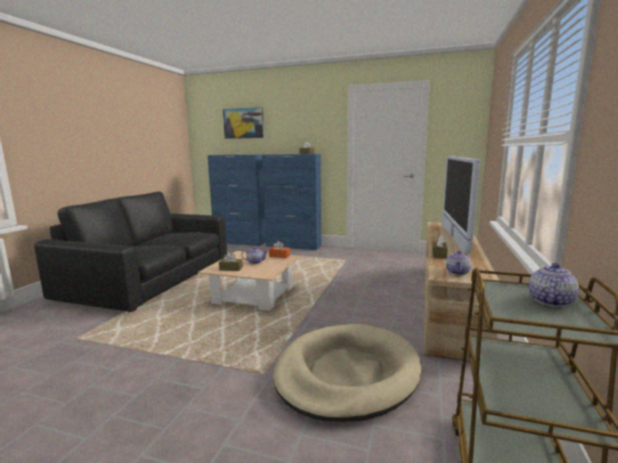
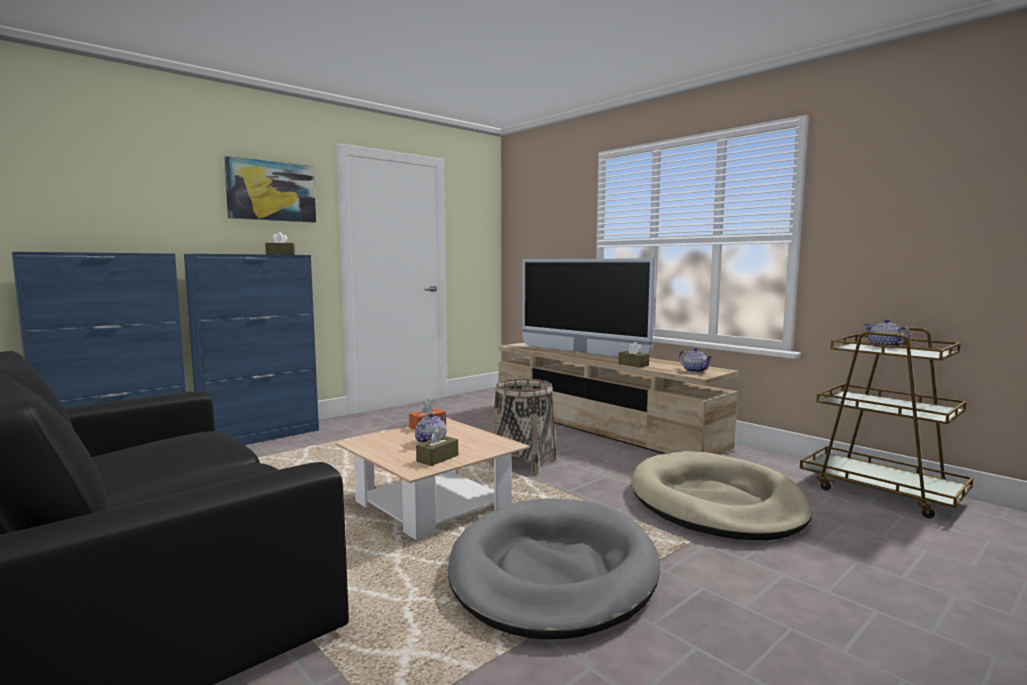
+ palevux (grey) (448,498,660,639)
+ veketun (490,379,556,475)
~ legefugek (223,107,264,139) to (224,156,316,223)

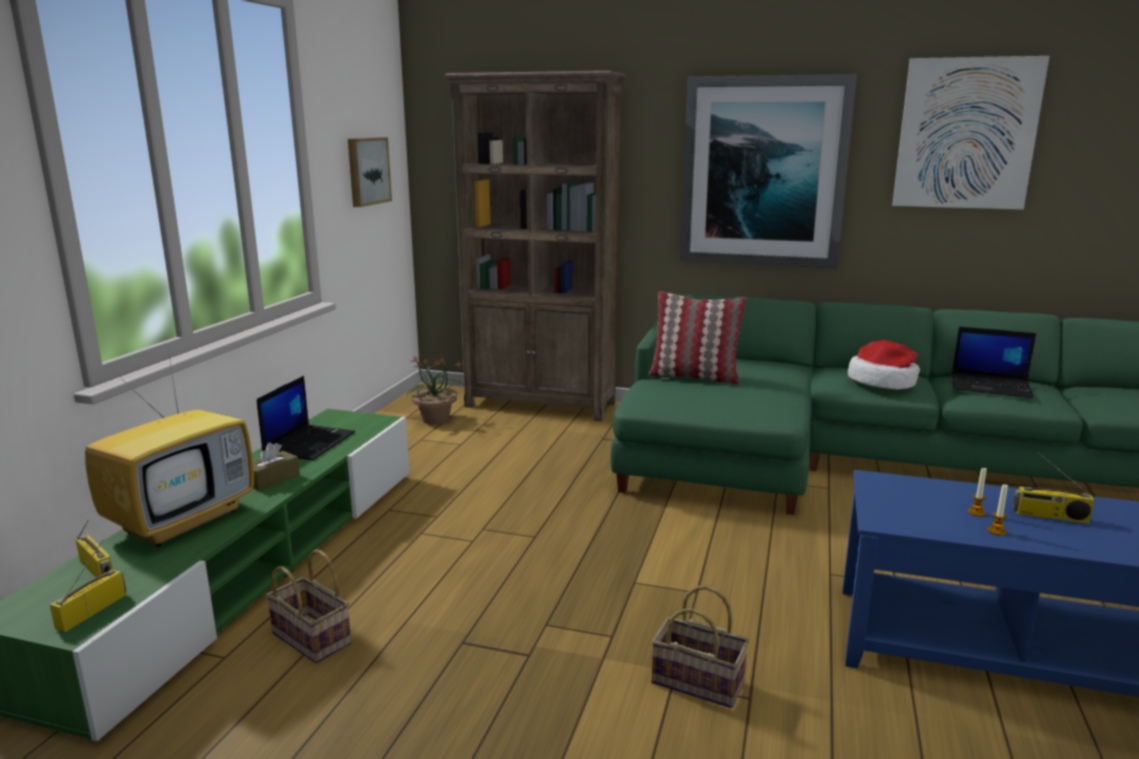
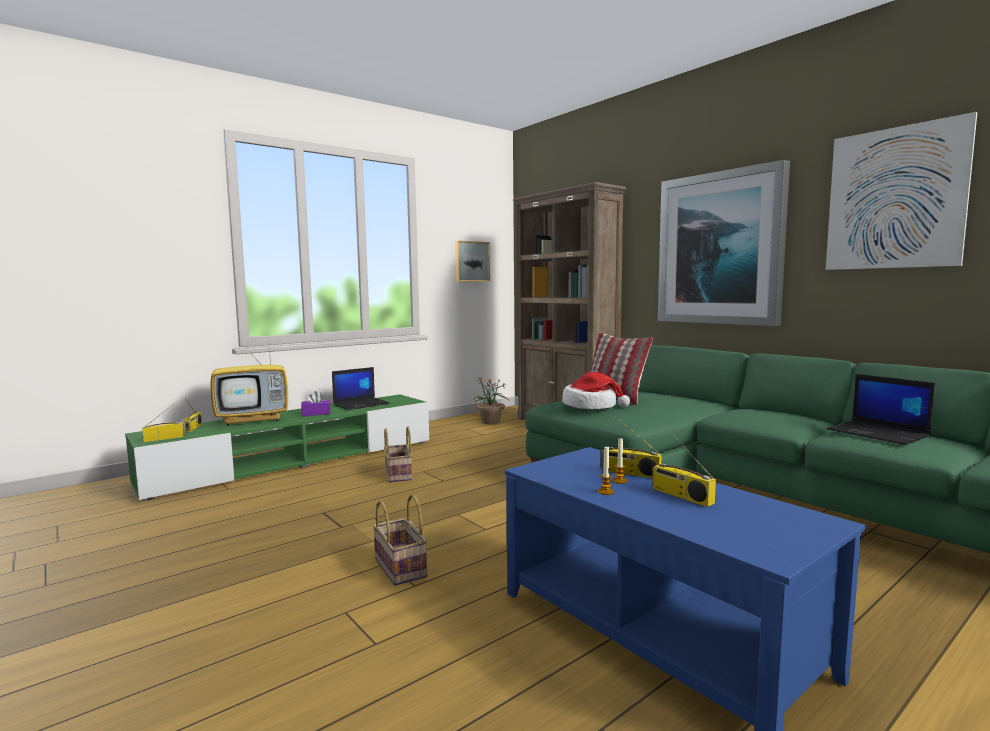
+ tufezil (601,416,661,478)
~ veketun (266,550,351,663) to (384,426,412,482)
~ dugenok (848,340,920,390) to (562,372,630,409)
~ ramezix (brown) (253,443,300,491) to ramezix (purple) (301,391,331,416)

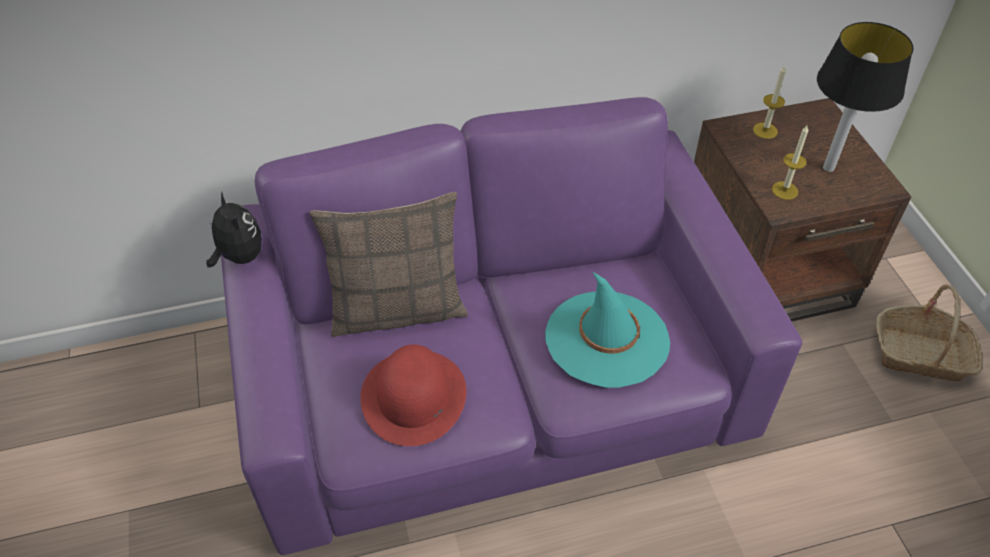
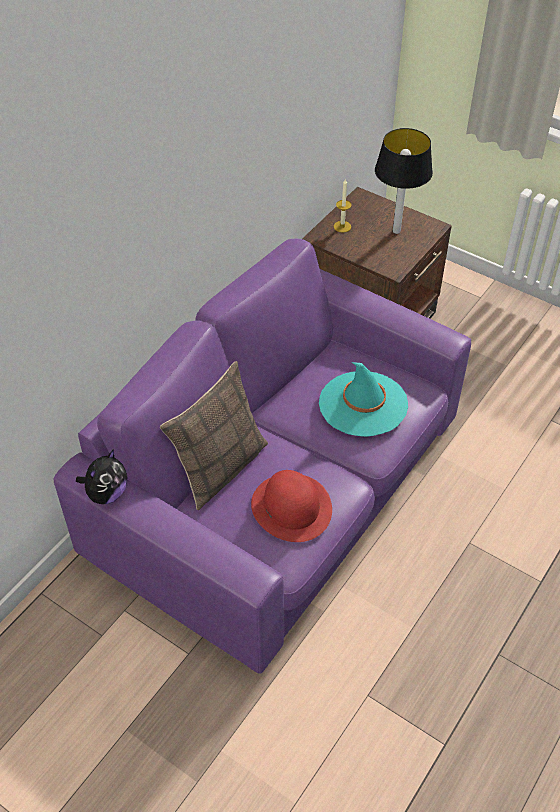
- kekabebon (772,124,808,200)
- veketun (876,284,982,381)
~ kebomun (206,193,263,267) = (76,449,127,504) 105 degrees clockwise

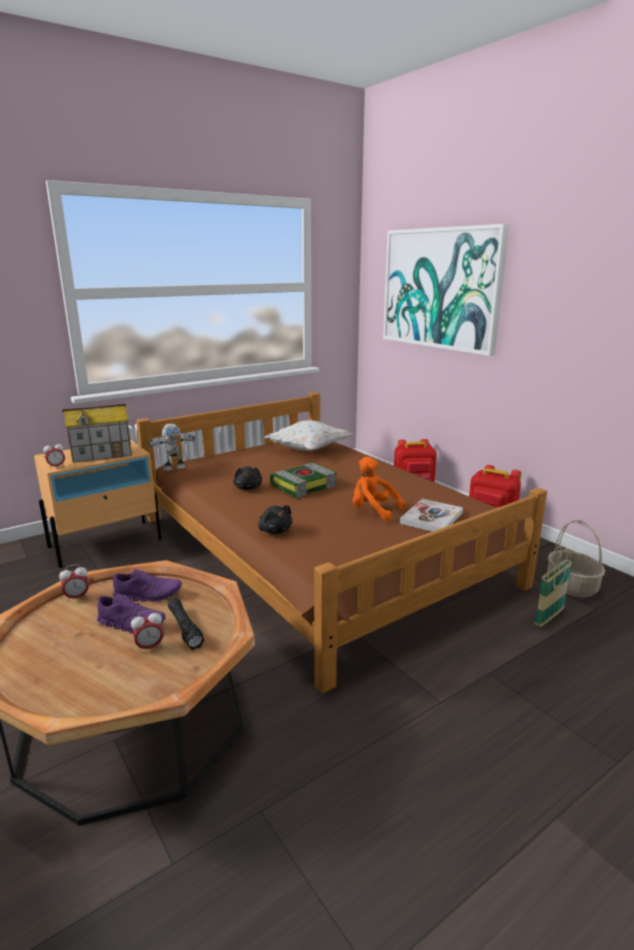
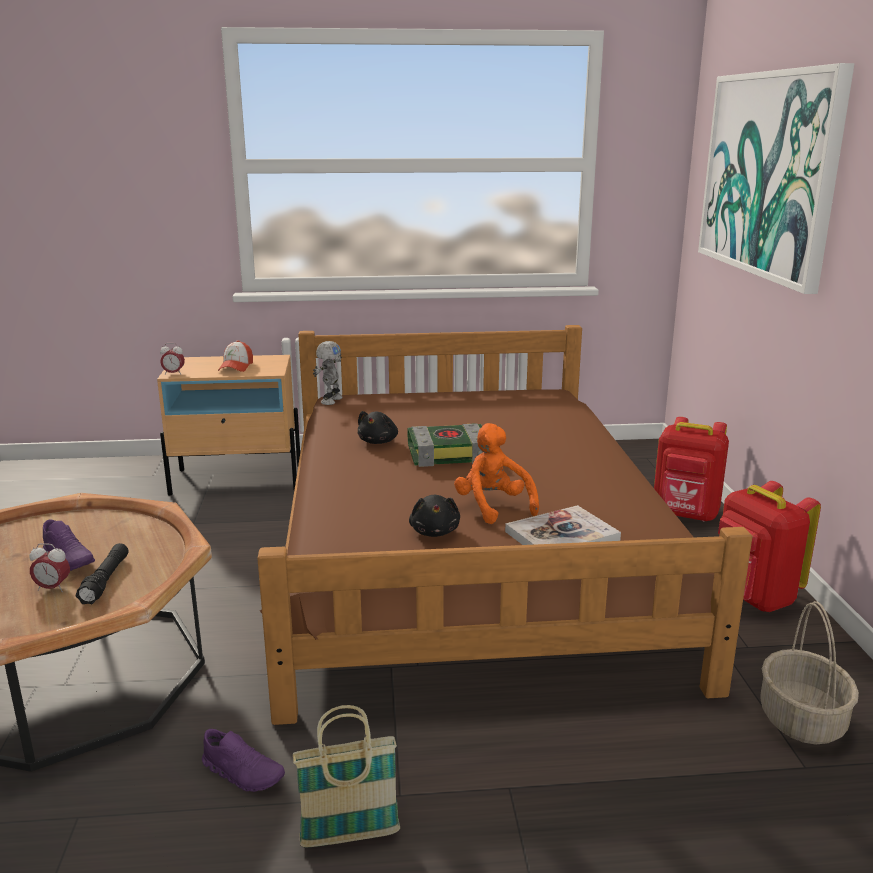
- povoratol (59,564,89,602)
- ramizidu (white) (264,420,352,451)
~ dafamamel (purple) (113,569,182,602) to (202,729,285,792)
~ kebomun (black) (258,505,293,534) to (409,495,460,537)
~ veketun (534,546,572,627) to (293,705,400,848)
~ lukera (62,404,132,463) to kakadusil (218,340,253,372)
~ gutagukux (147,423,195,471) = (313,341,343,405) 75 degrees counterclockwise

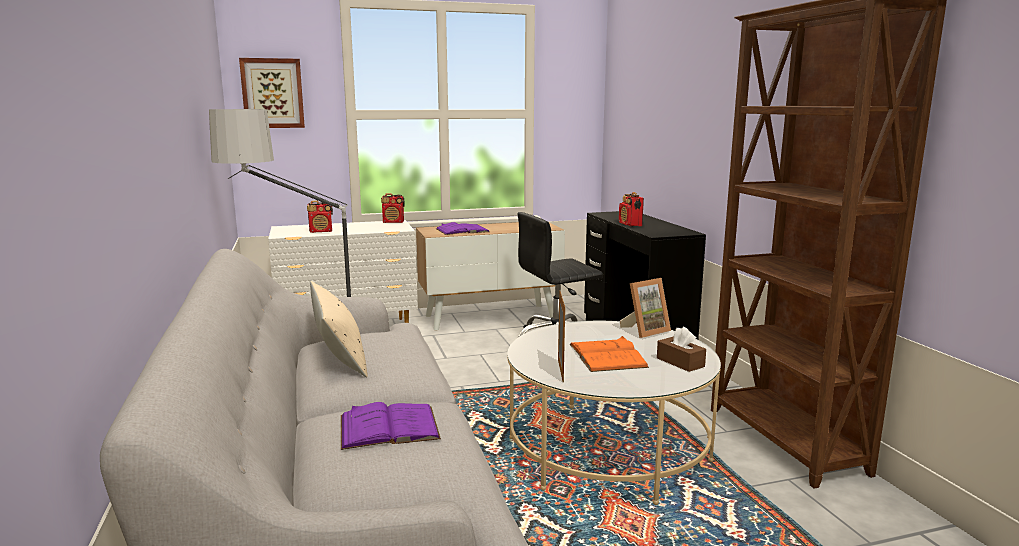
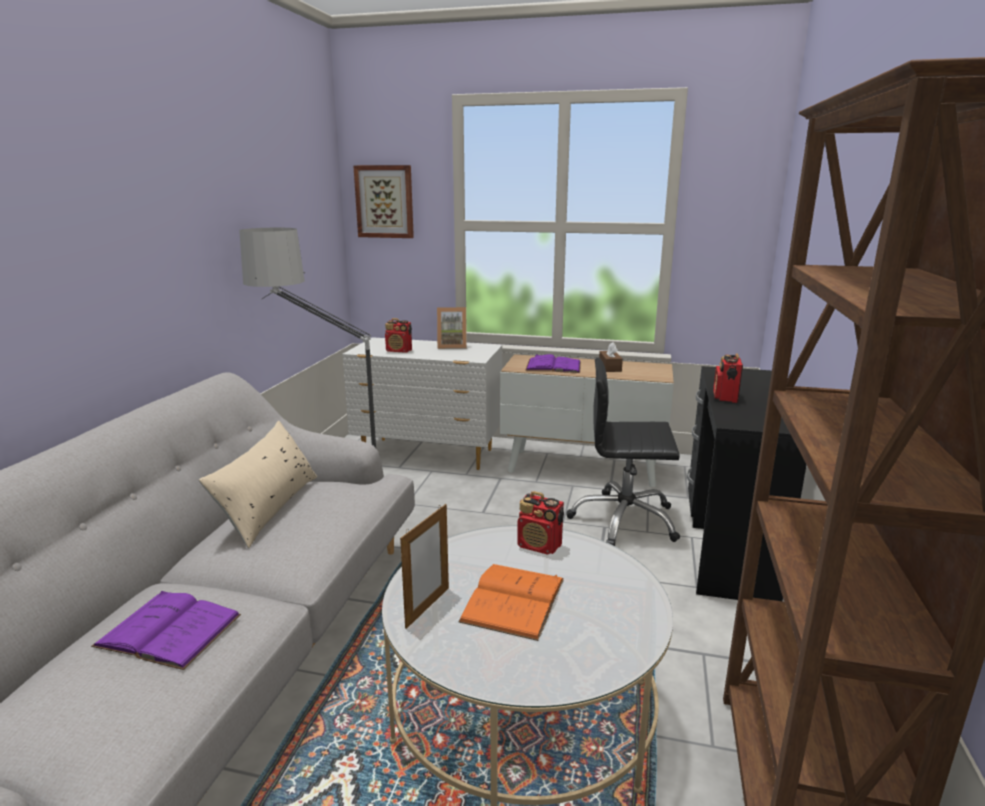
~ tufezil (381,193,405,223) to (517,491,564,555)
~ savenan (620,278,671,338) to (437,307,467,349)
~ ramezix (brown) (657,327,706,372) to (599,343,623,372)

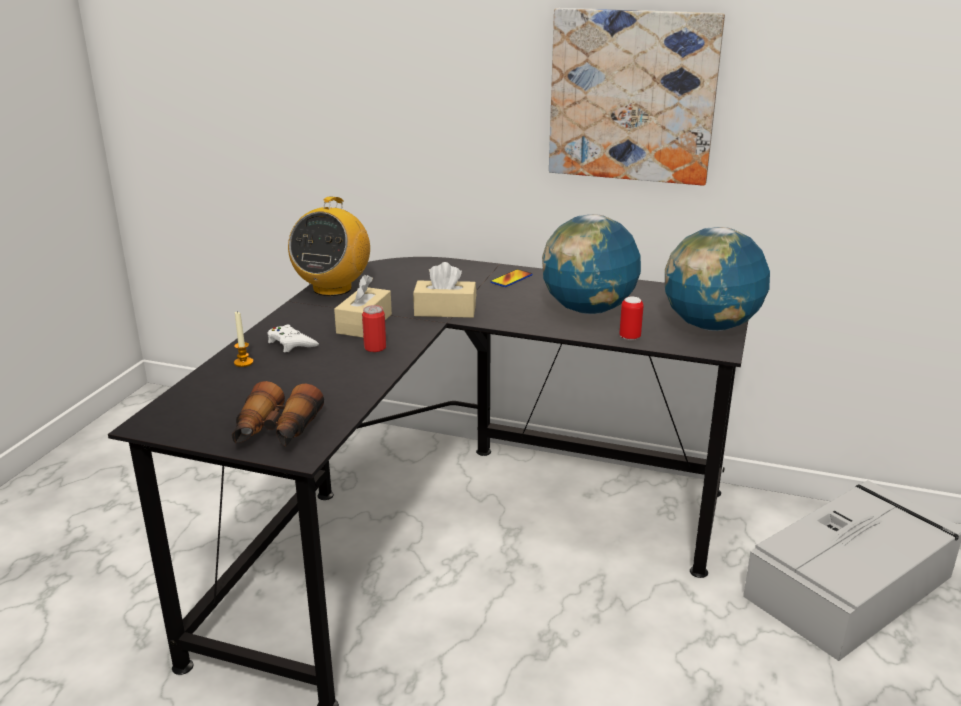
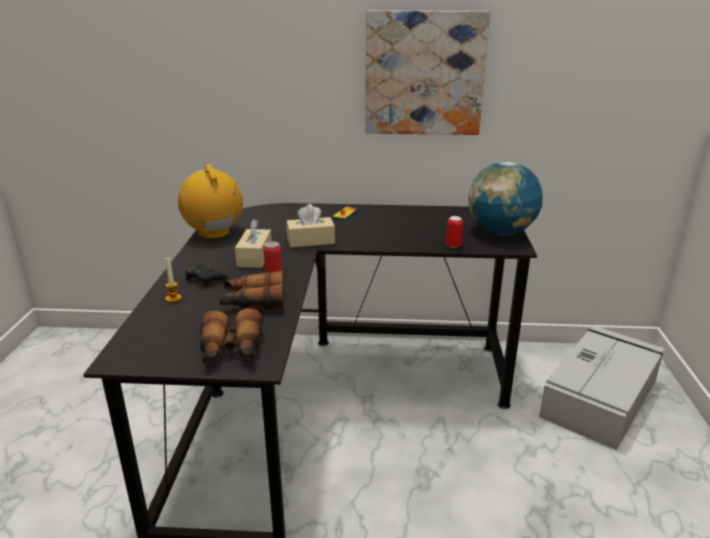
- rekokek (542,214,641,314)
+ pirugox (219,271,284,309)
~ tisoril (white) (267,325,319,352) to tisoril (black) (185,264,228,286)
~ tufezil (288,196,370,296) = (178,164,243,239) 150 degrees clockwise

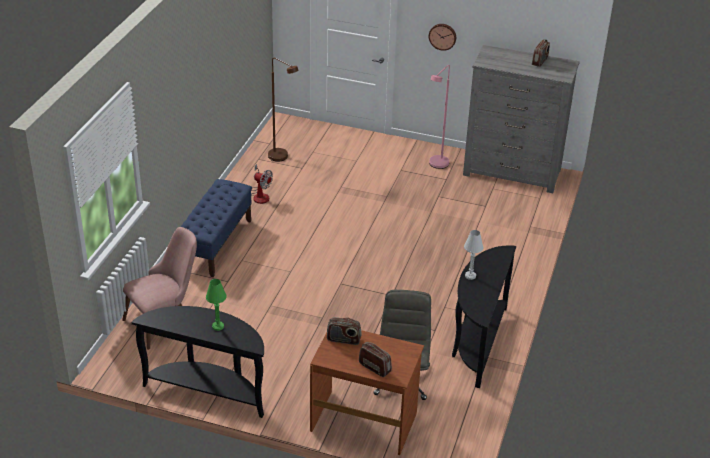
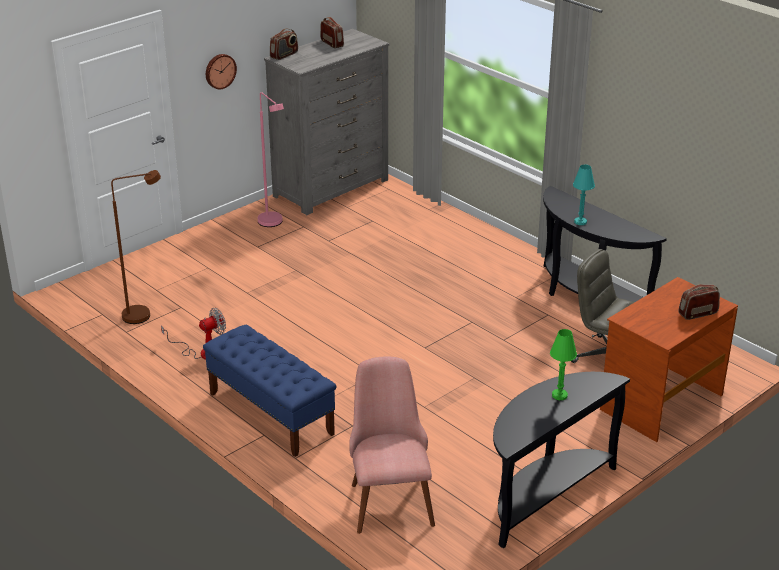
~ tufezil (327,317,361,345) to (270,29,298,60)
~ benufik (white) (464,230,483,280) to benufik (turquoise) (573,165,595,225)

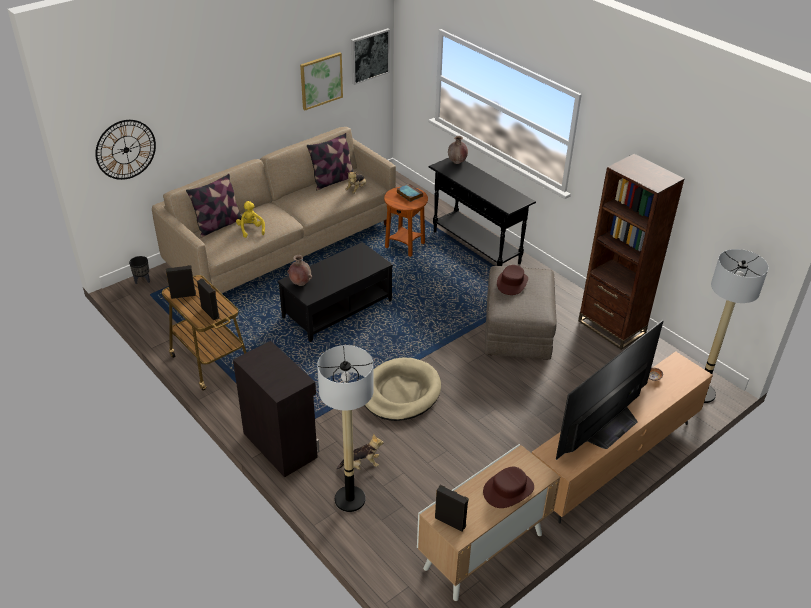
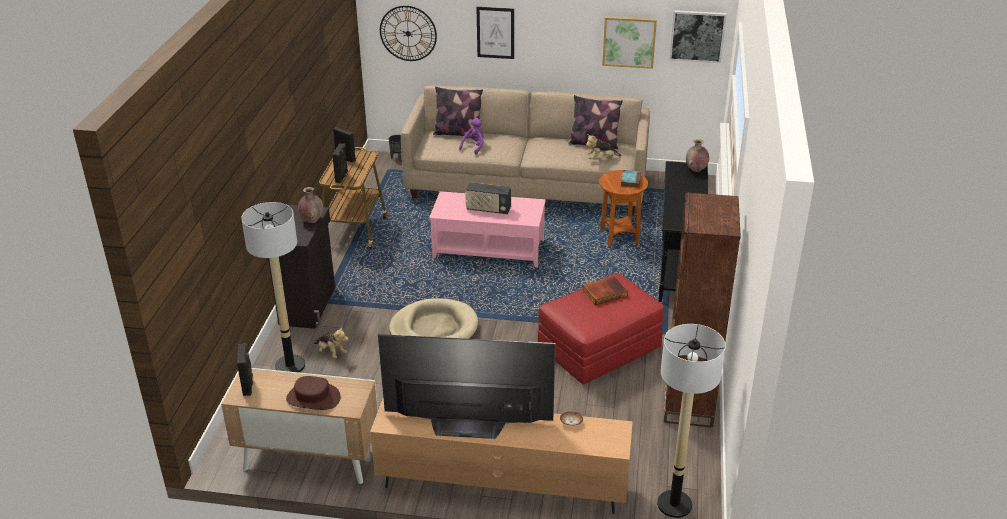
+ tufezil (465,182,511,214)
+ legefugek (476,7,514,59)
~ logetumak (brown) (287,255,312,286) to (298,187,323,223)
~ dugenok (brown) (497,265,528,295) to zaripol (582,276,628,305)
~ kebomun (yellow) (236,201,265,238) to kebomun (purple) (459,118,484,154)
~ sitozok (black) (277,242,393,342) to sitozok (pink) (429,191,546,267)
~ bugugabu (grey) (485,266,557,360) to bugugabu (red) (538,273,664,385)

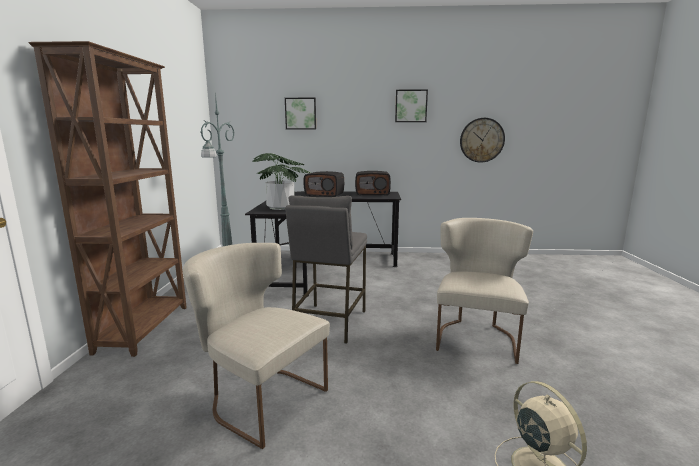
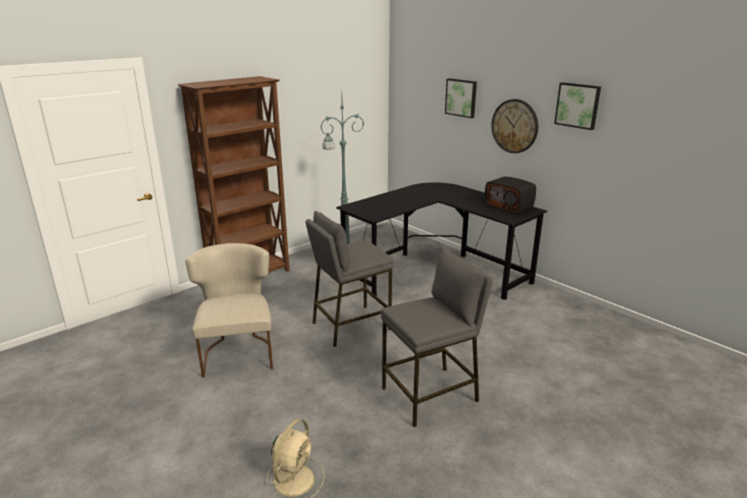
- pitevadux (252,153,312,210)
- tufezil (304,171,344,197)
~ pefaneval (460,118,505,163) to (491,99,538,153)
~ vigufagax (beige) (436,218,533,364) to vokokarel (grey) (381,247,493,427)

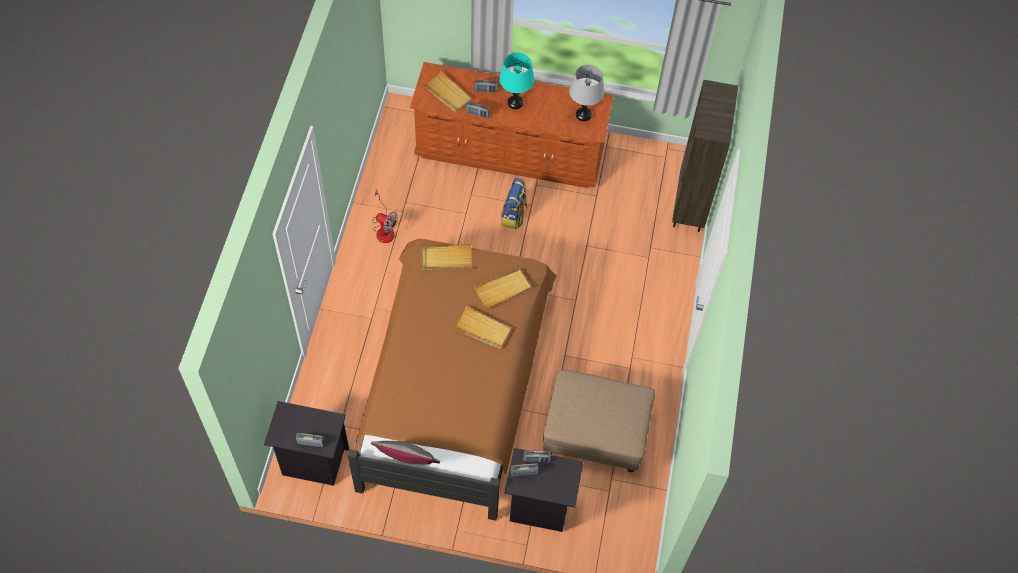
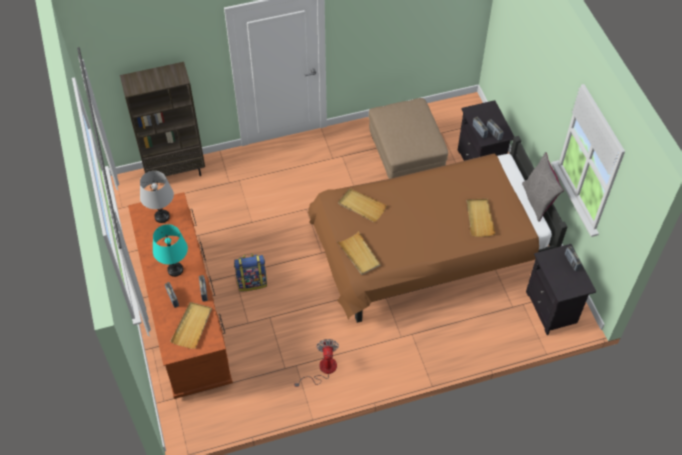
~ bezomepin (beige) (453,306,511,349) to (467,199,496,237)

